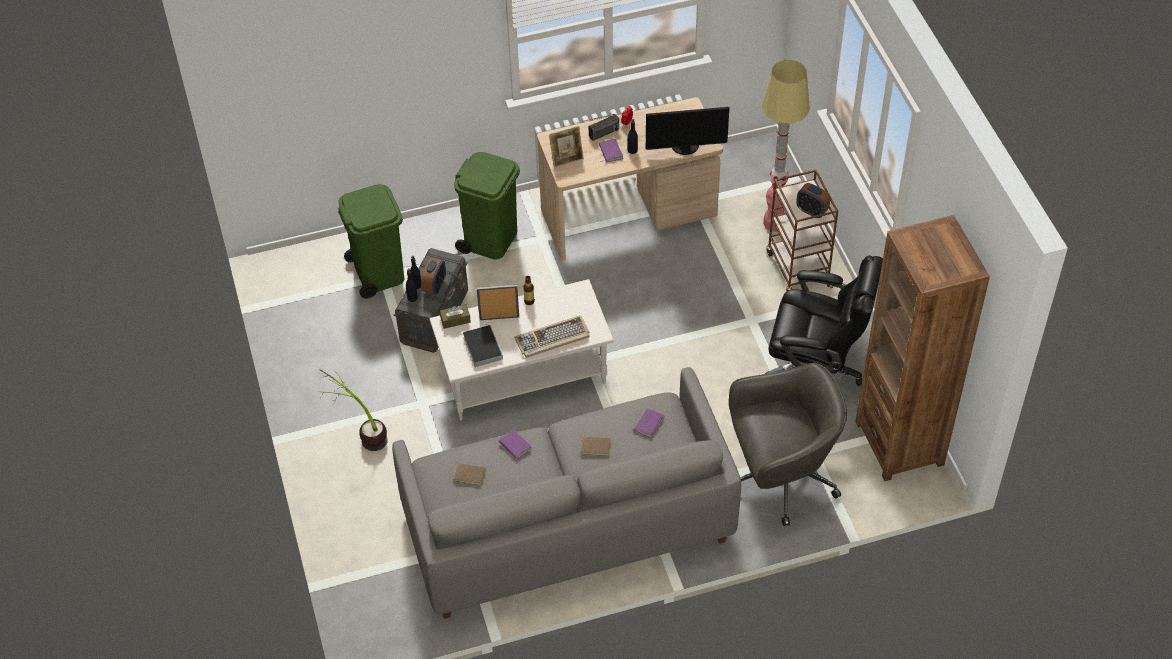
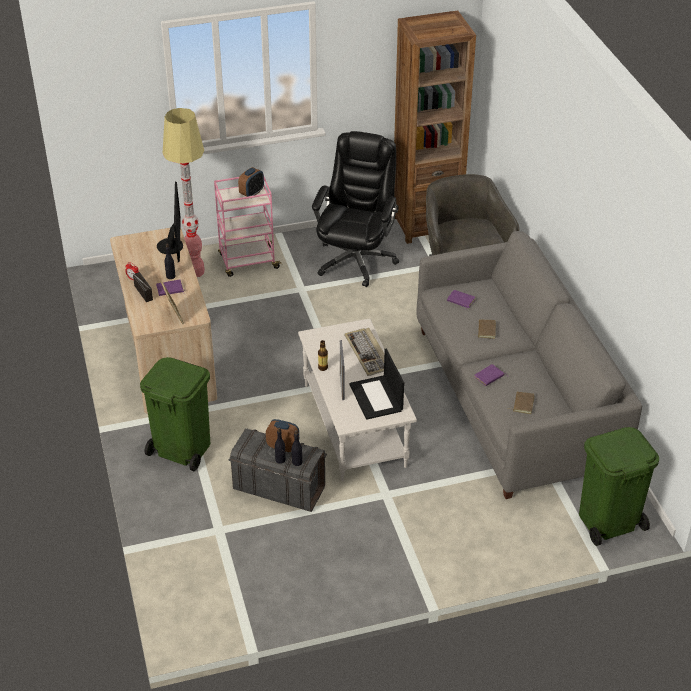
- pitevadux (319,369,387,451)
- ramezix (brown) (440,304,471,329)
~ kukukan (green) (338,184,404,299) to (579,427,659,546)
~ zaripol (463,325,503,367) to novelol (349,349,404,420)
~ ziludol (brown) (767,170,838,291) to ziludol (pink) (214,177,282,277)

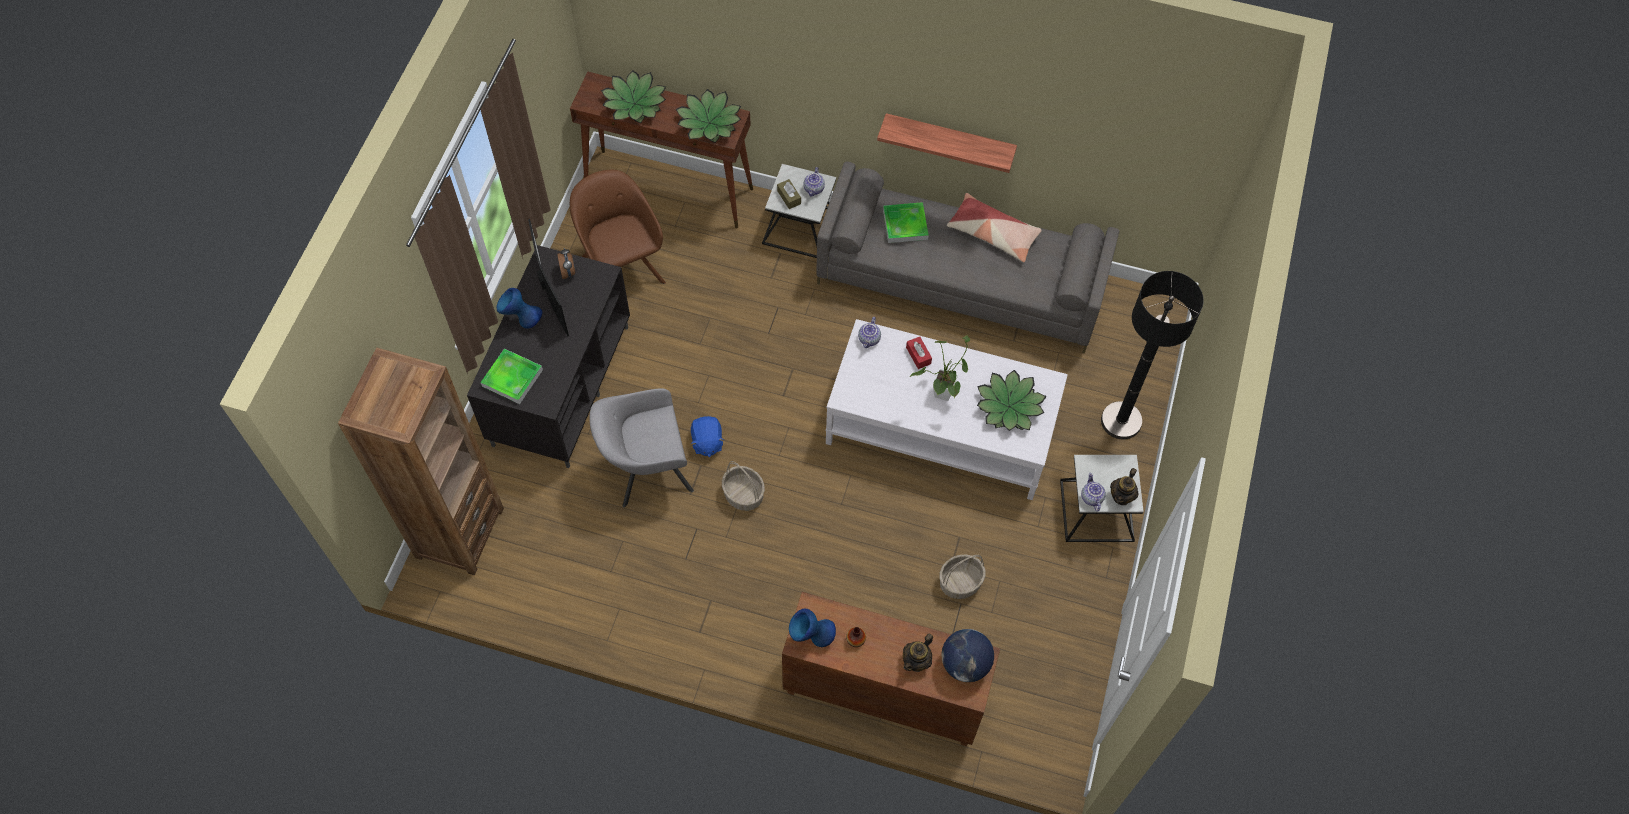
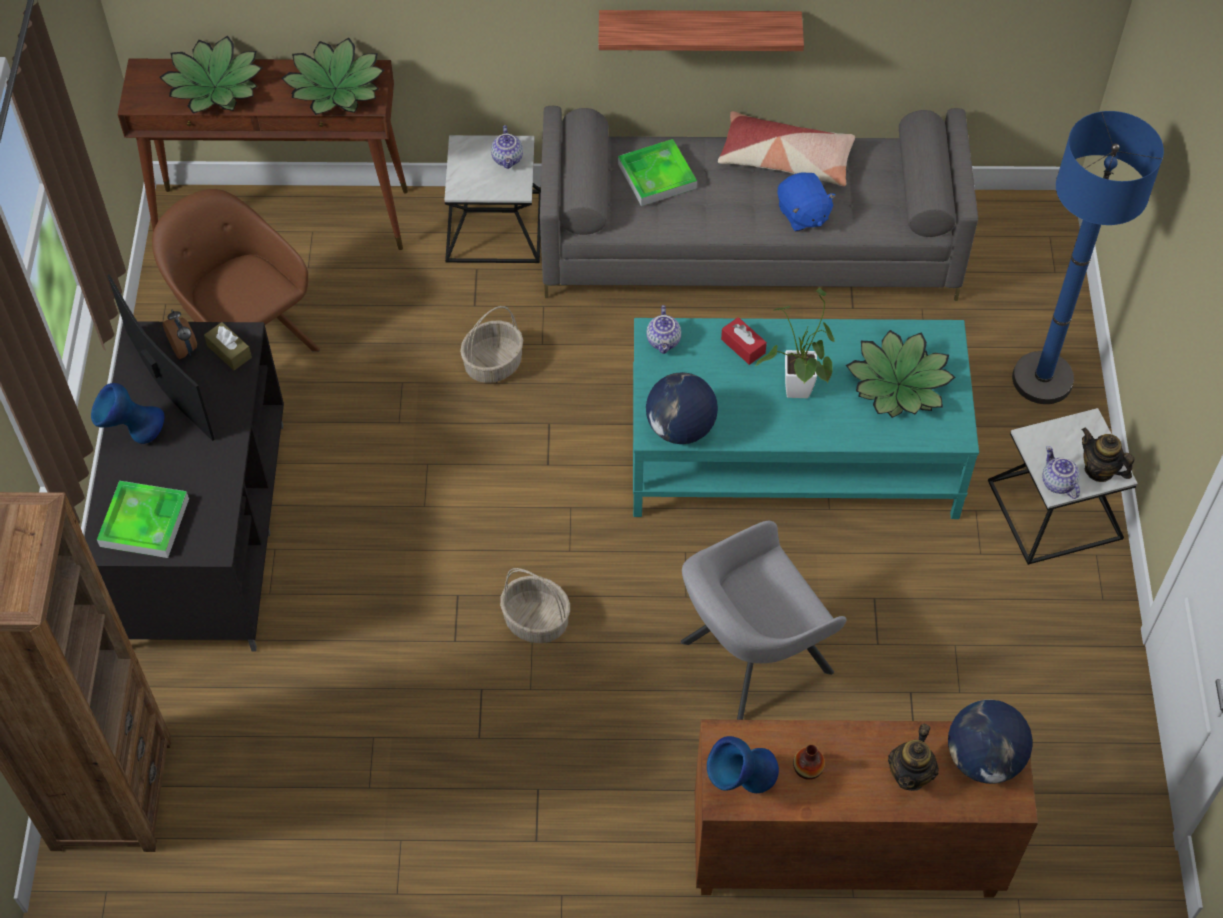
+ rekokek (646,372,718,444)
~ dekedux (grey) (590,388,694,507) to (681,521,847,720)
~ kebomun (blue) (691,416,725,457) to (777,172,836,231)
~ ramezix (brown) (777,179,801,209) to (204,322,252,370)
~ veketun (940,554,986,599) to (460,306,523,383)
~ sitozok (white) (826,319,1068,500) to sitozok (turquoise) (633,318,979,519)
~ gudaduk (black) (1101,271,1204,439) to gudaduk (blue) (1012,111,1164,404)
~ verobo (1110,468,1138,505) = (1082,427,1135,482) 120 degrees clockwise

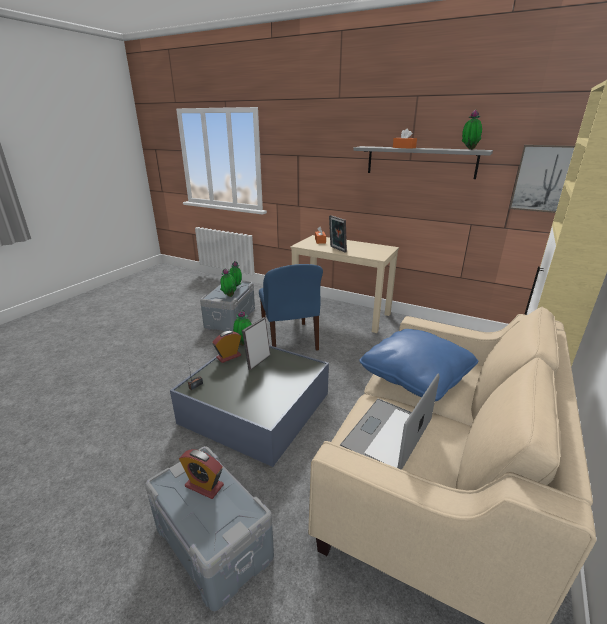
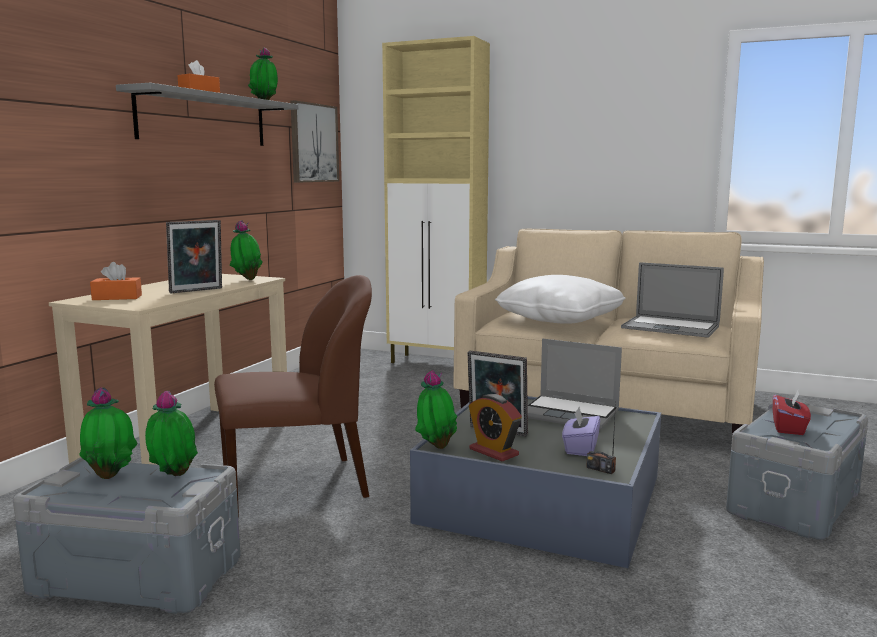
+ pitevadux (230,220,263,280)
+ novelol (528,339,622,430)
+ ramezix (purple) (562,407,600,456)
~ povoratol (179,449,224,499) to ramezix (red) (773,391,811,435)
~ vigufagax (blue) (259,264,323,351) to vigufagax (brown) (214,275,372,518)
~ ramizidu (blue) (359,329,478,401) to ramizidu (white) (495,275,625,324)

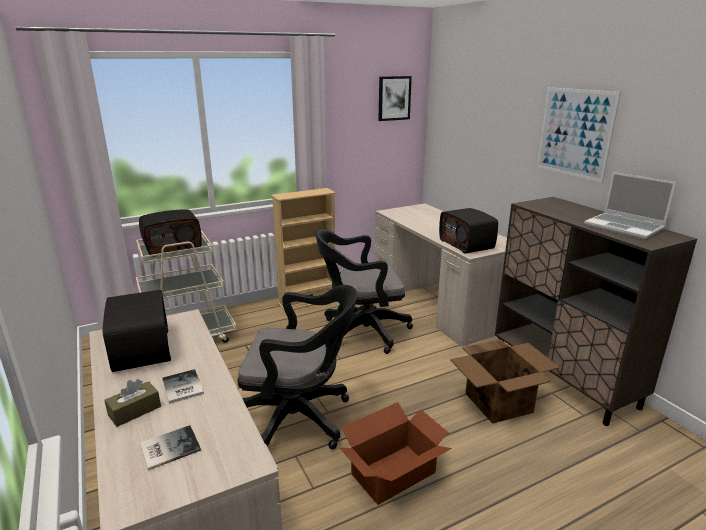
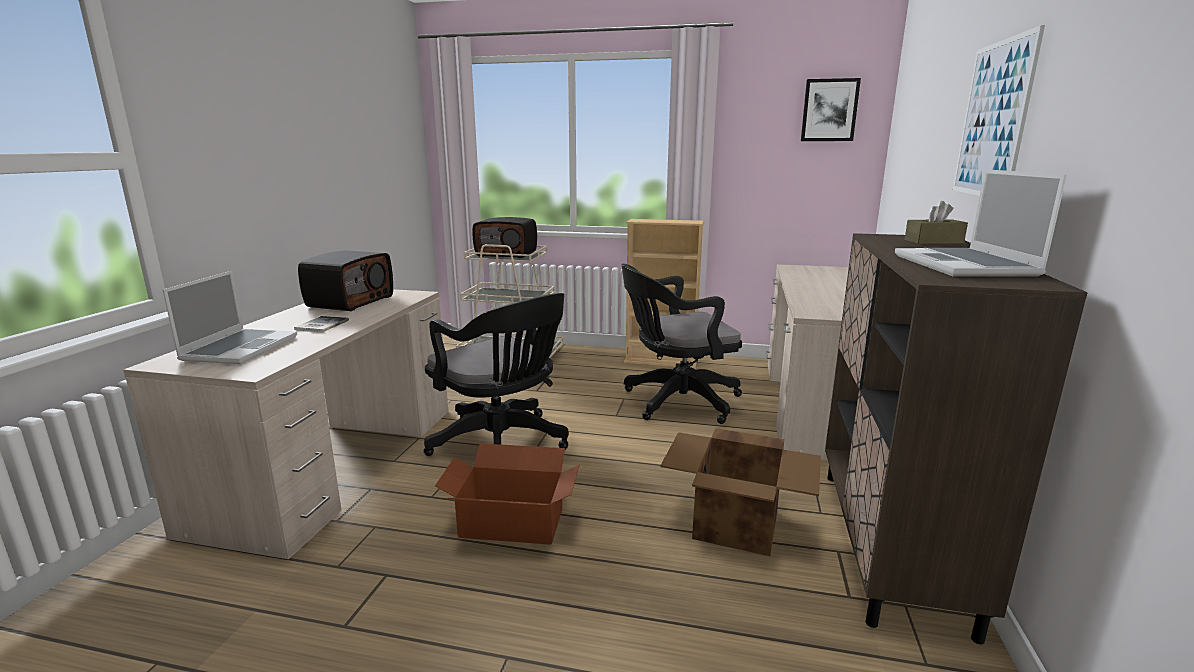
- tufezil (439,208,498,254)
~ ramezix (brown) (104,379,161,427) to (904,201,968,244)
~ zaripol (140,425,201,470) to novelol (163,271,297,364)
~ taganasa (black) (315,229,413,354) = (622,264,742,424) 45 degrees counterclockwise

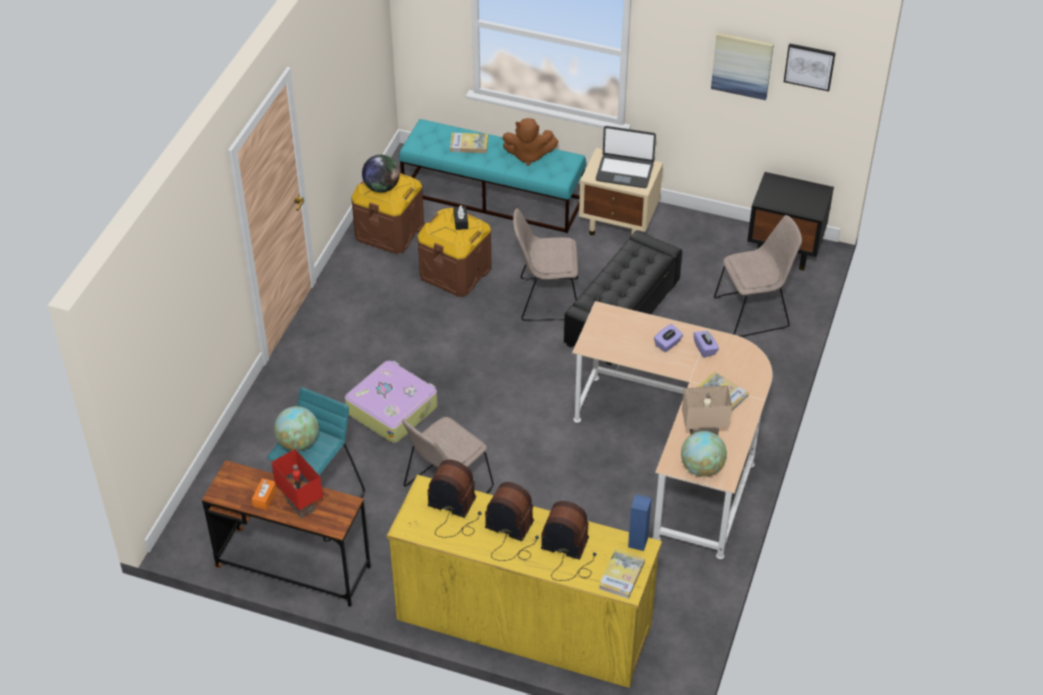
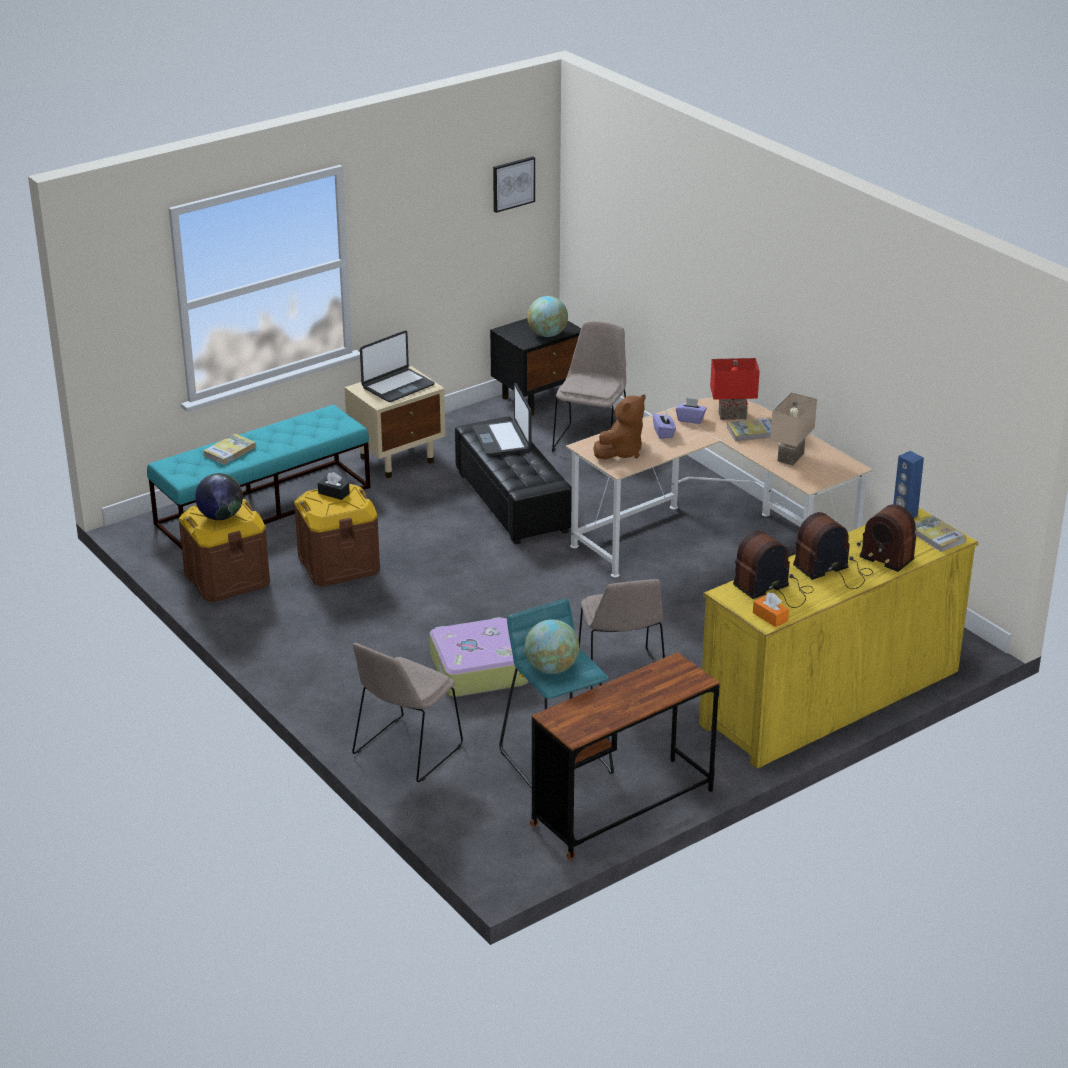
- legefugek (711,32,774,100)
+ novelol (473,383,532,455)
~ ramezix (orange) (252,478,277,510) to (753,592,789,627)
~ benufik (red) (271,449,323,519) to (710,358,760,420)
~ kebomun (brown) (502,118,559,166) to (593,394,646,459)
~ vigufagax (beige) (513,208,578,322) to (352,643,463,782)
~ rekokek (681,431,727,476) to (527,296,568,337)
~ tufezil (541,501,597,581) = (857,504,916,572) 105 degrees counterclockwise

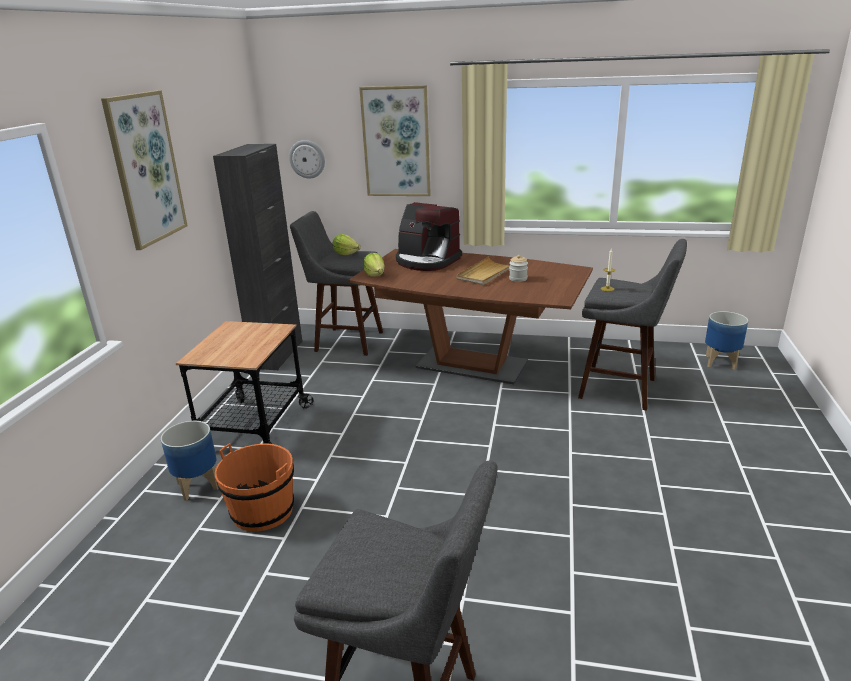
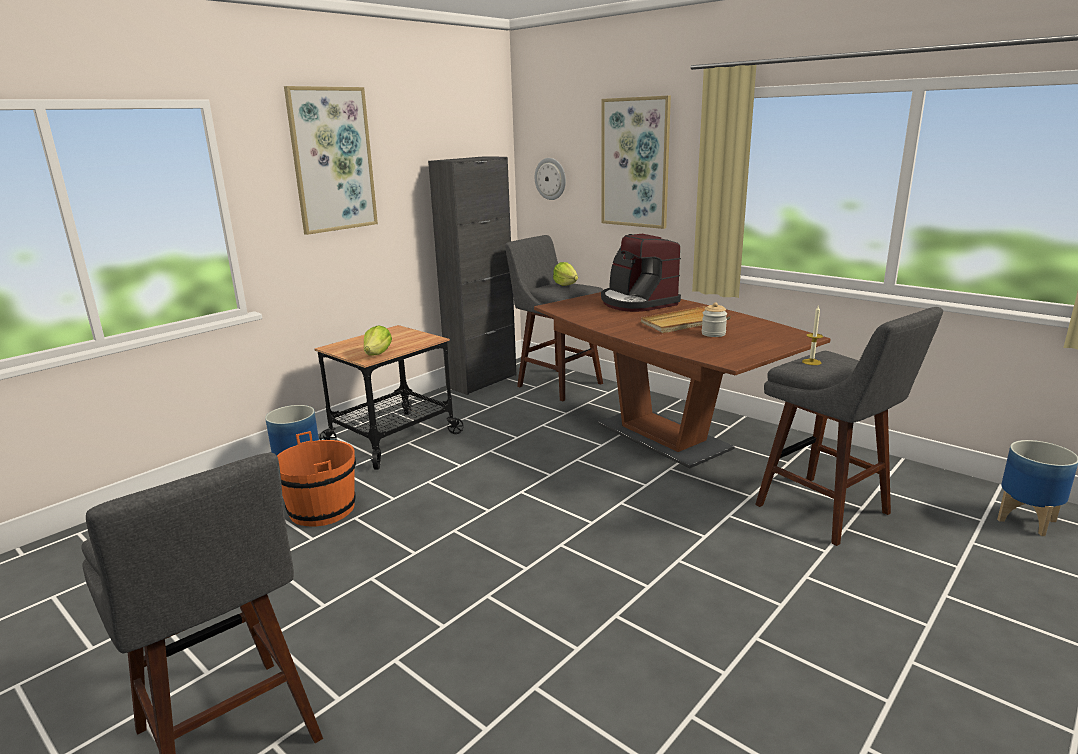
~ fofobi (364,253,384,277) to (364,325,392,356)

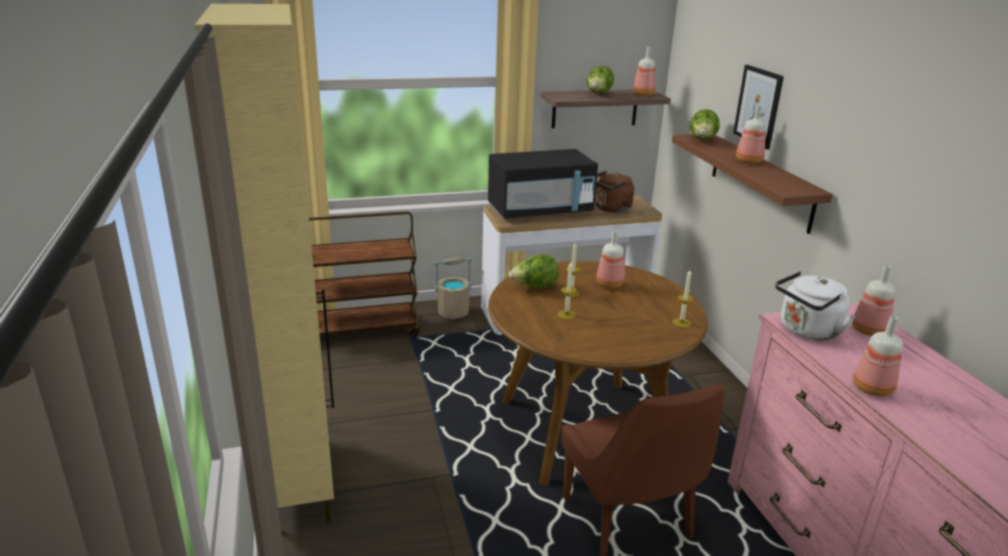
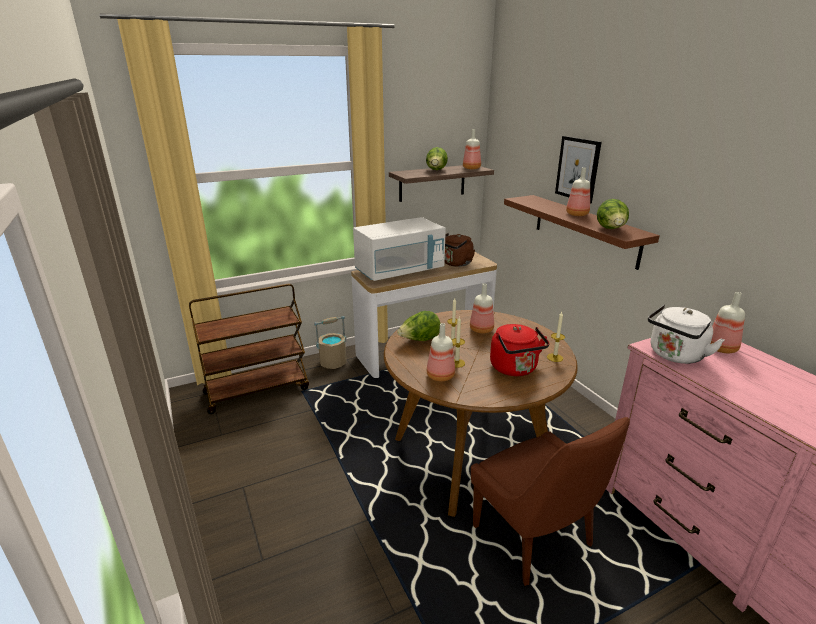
- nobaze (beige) (195,4,334,522)
+ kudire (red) (490,324,550,376)
~ fofobi (690,109,720,140) to (597,199,629,229)
~ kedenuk (853,316,903,396) to (427,323,455,381)
~ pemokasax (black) (488,149,598,219) to pemokasax (white) (353,217,446,281)

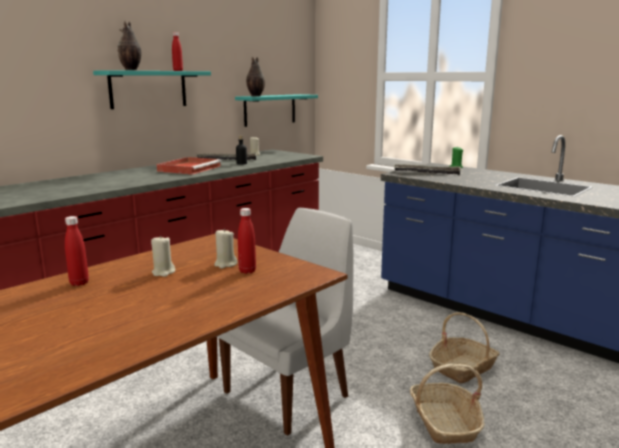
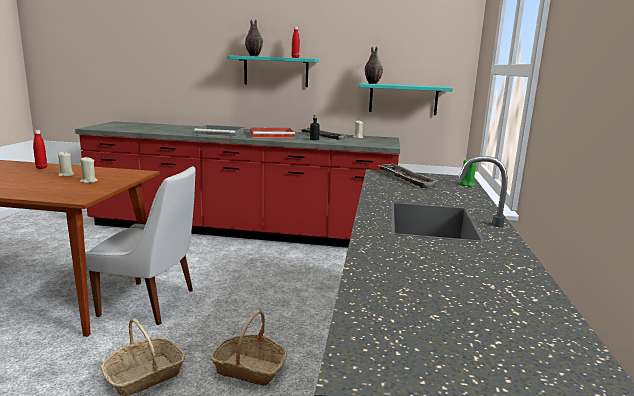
- kedenuk (red) (238,208,256,274)
+ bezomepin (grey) (194,125,245,137)

